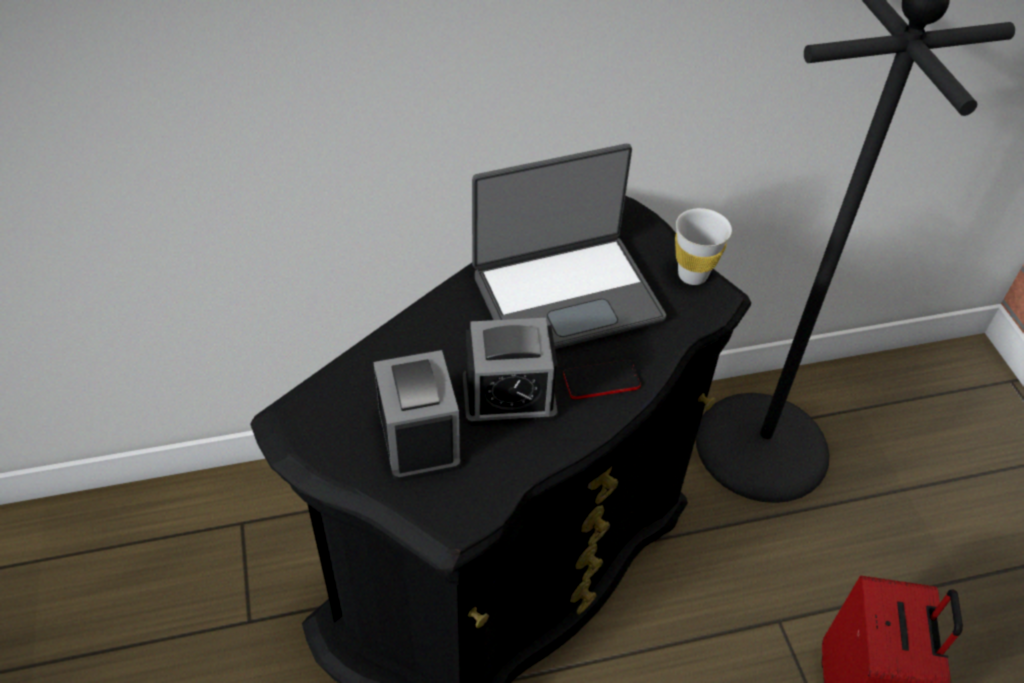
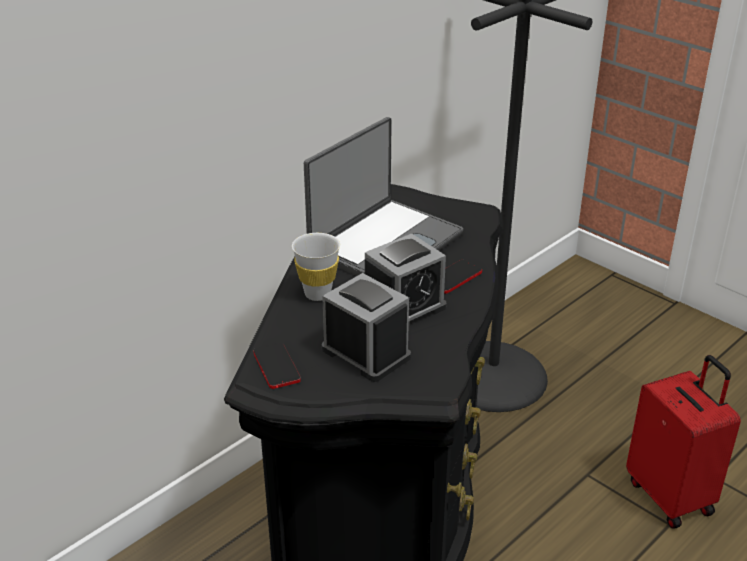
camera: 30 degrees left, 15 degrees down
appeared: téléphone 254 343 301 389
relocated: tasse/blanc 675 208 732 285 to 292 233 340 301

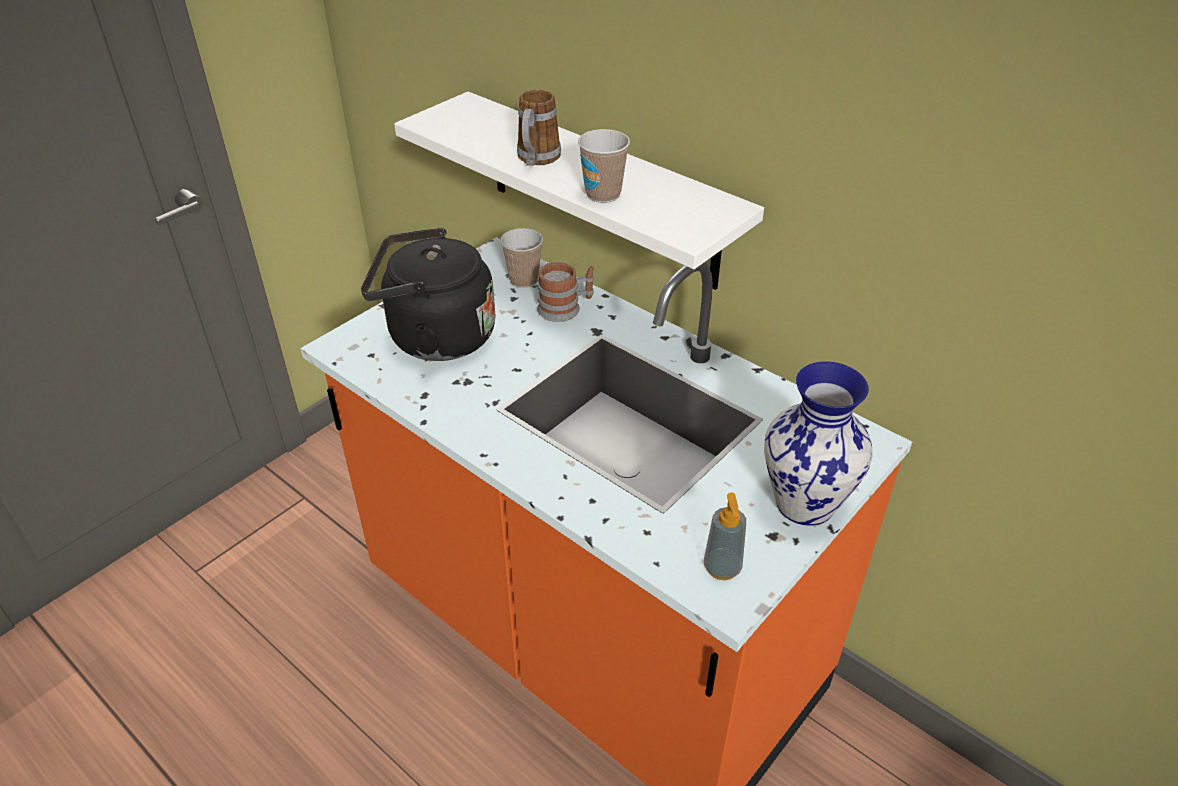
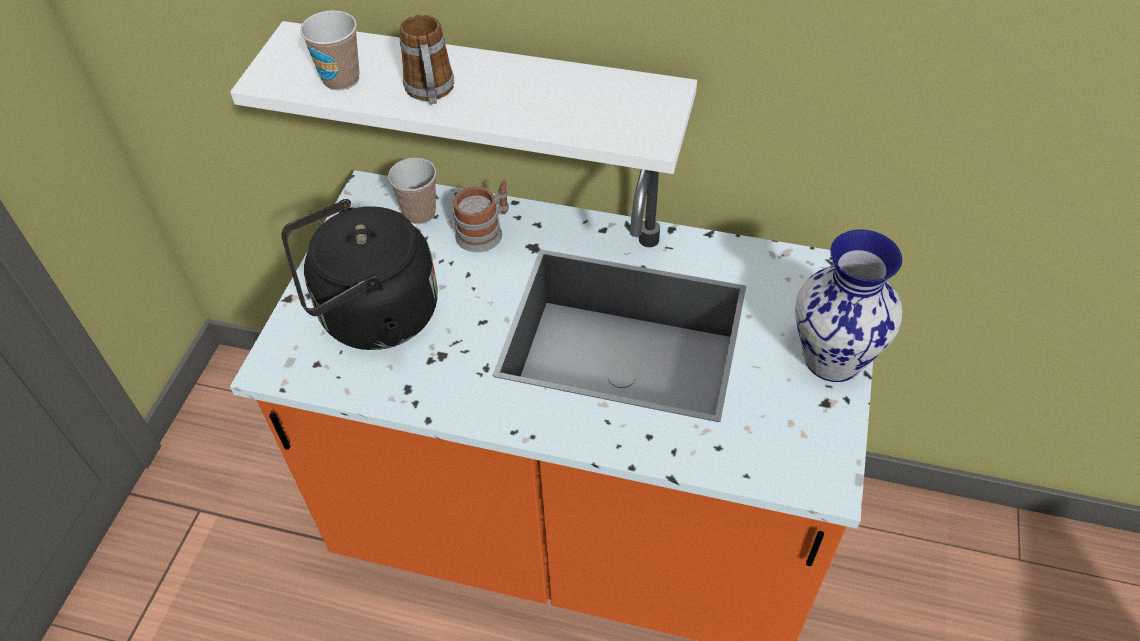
camera: 25 degrees left, 10 degrees up
missing: distributeur de savon 704 493 746 580
relocated: tasse 578 129 630 203 to 300 10 359 90

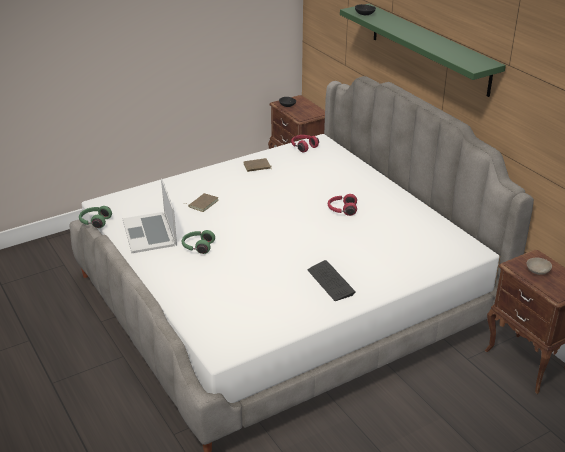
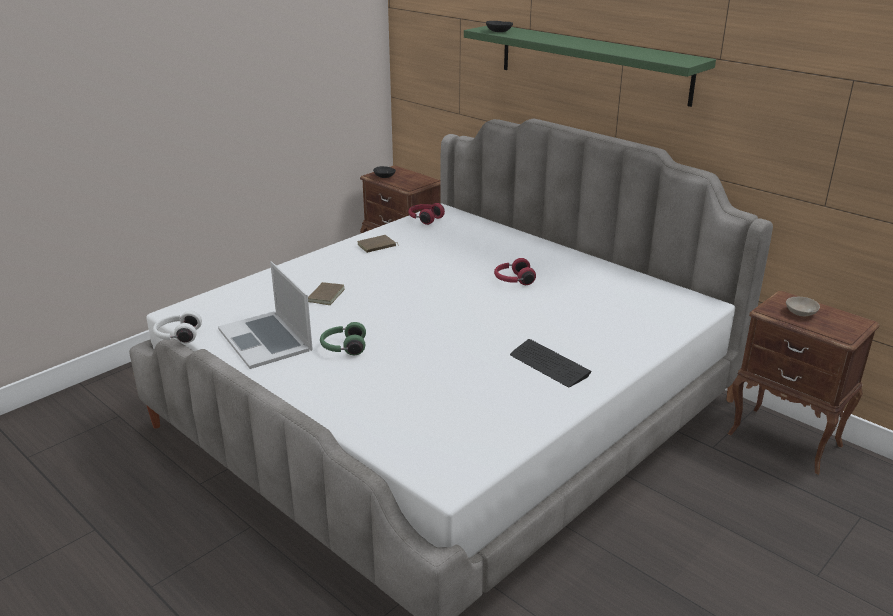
camera: 15 degrees left, 5 degrees down
colour: casque audio/vert 79 206 112 228 to casque audio/blanc 153 311 202 343

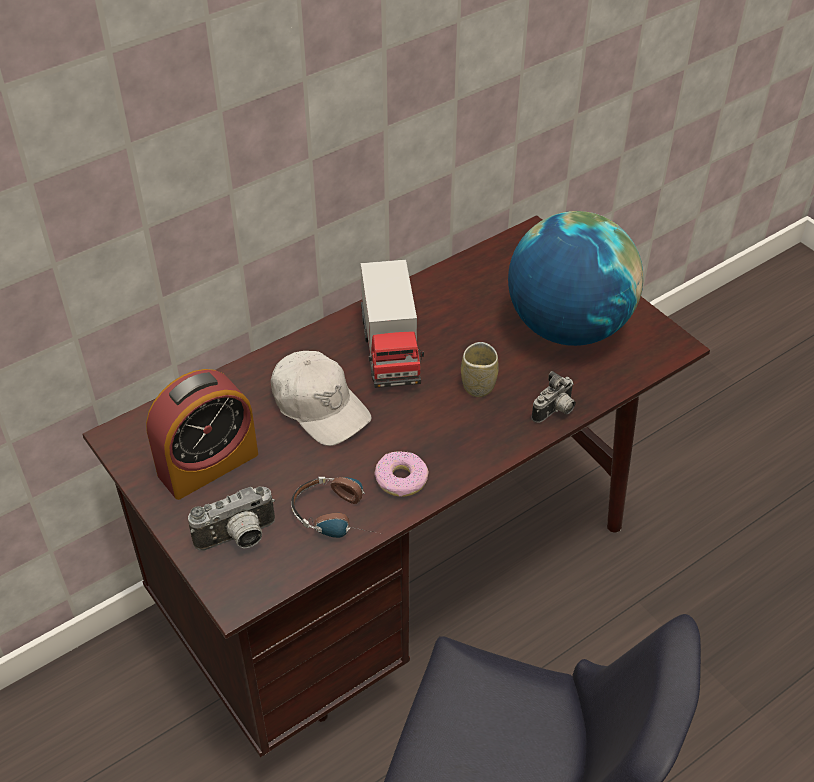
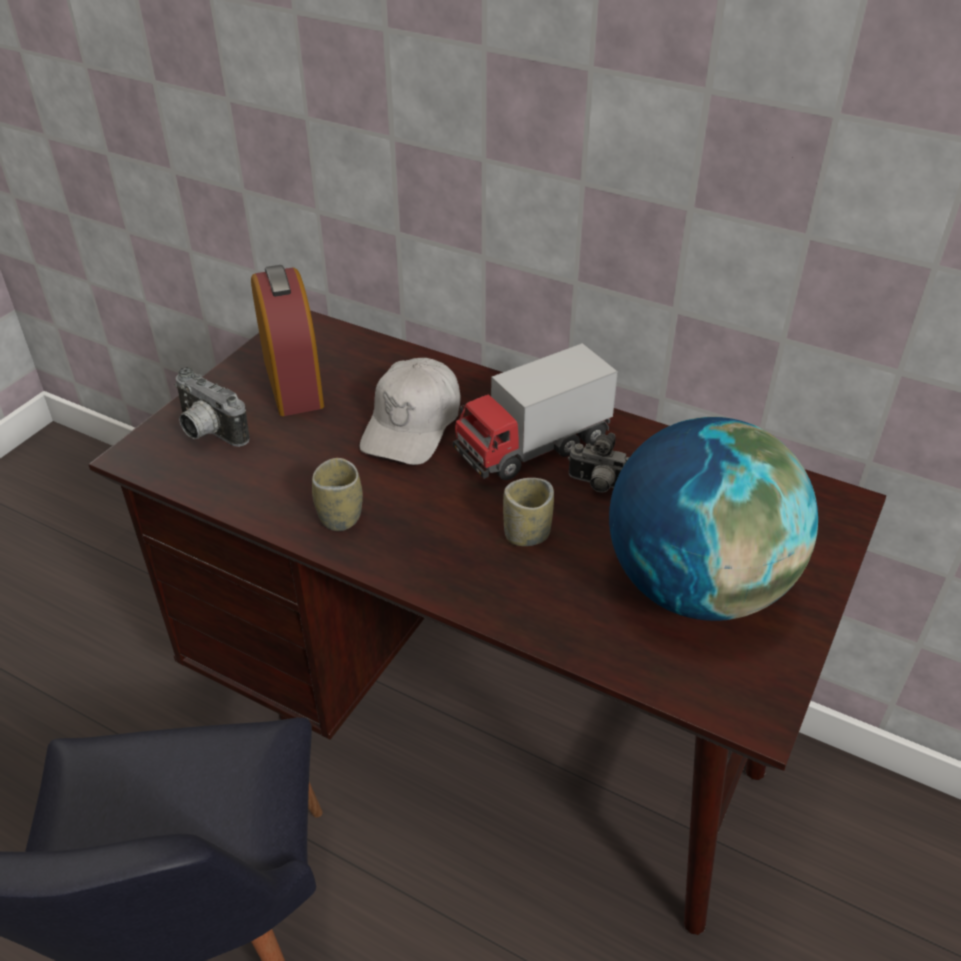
camera: 65 degrees right, 5 degrees down
missing: casque audio 291 477 382 538
relocated: appareil photo 532 371 576 423 to 568 433 629 493
exchanged: beignet 374 451 429 497 to tasse 312 458 363 531
spun: réveil 146 369 258 500 = 251 265 324 416 135 degrees counterclockwise

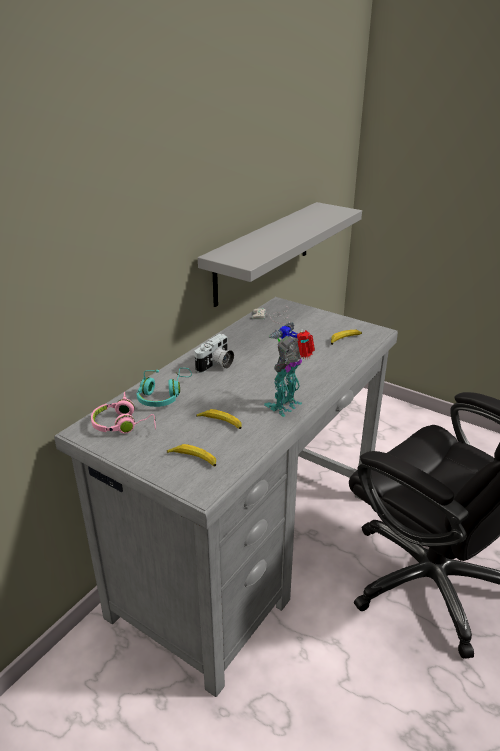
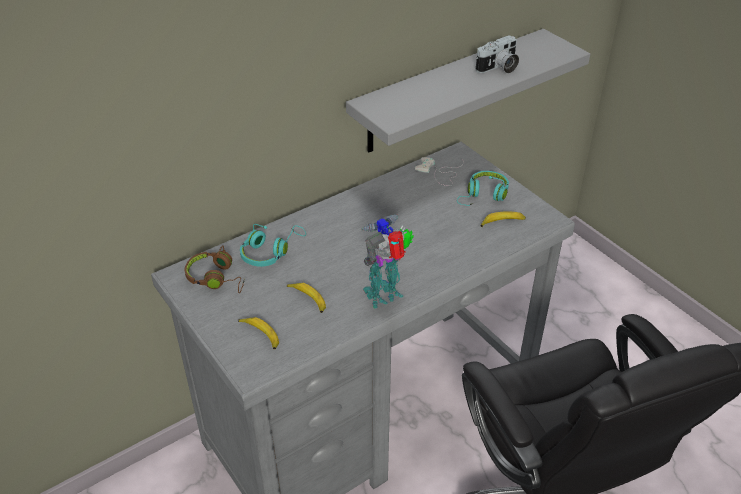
camera: 20 degrees right, 10 degrees up
appeared: casque audio/turquoise 457 171 509 206
relocated: appareil photo 195 334 234 373 to 476 35 519 73
colour: casque audio/rose 91 392 156 434 to casque audio/marron 185 245 245 293

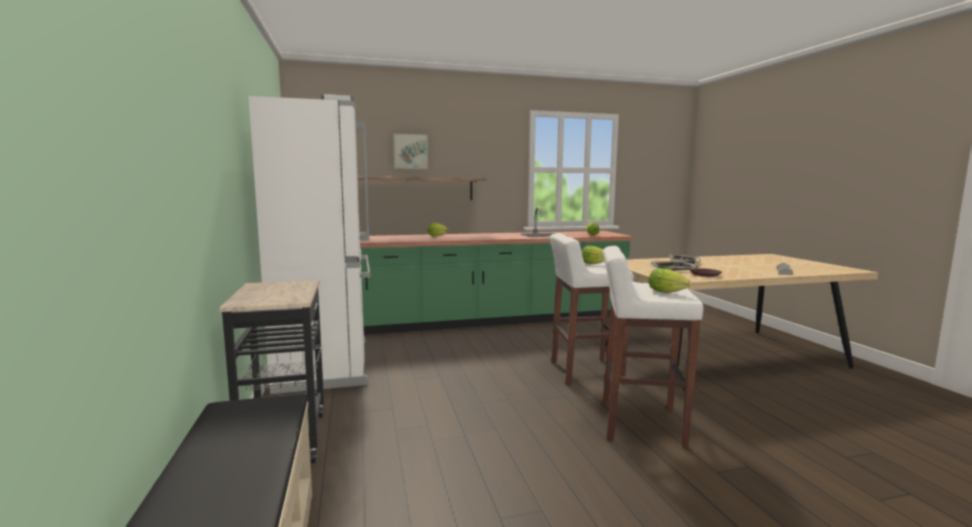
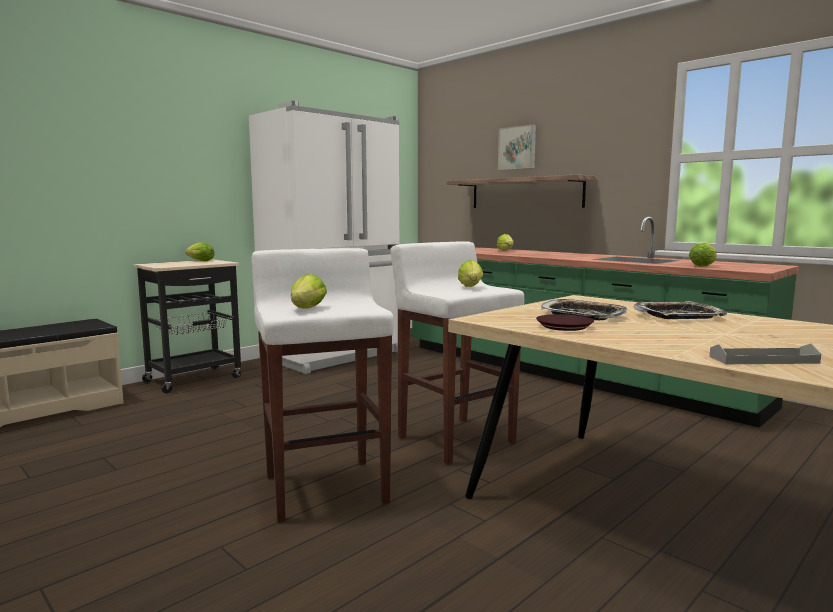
camera: 60 degrees right, 0 degrees up
appeared: laitue 185 242 214 261

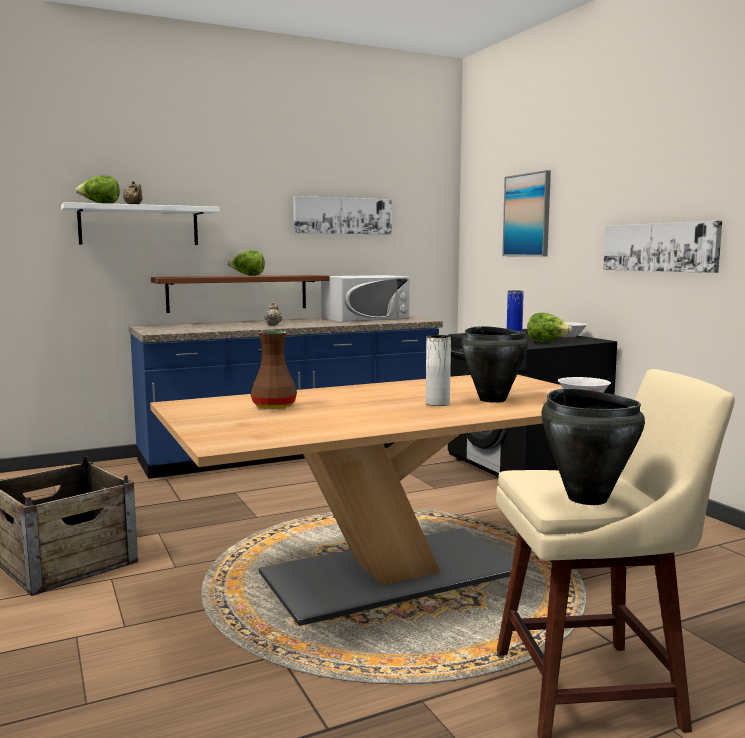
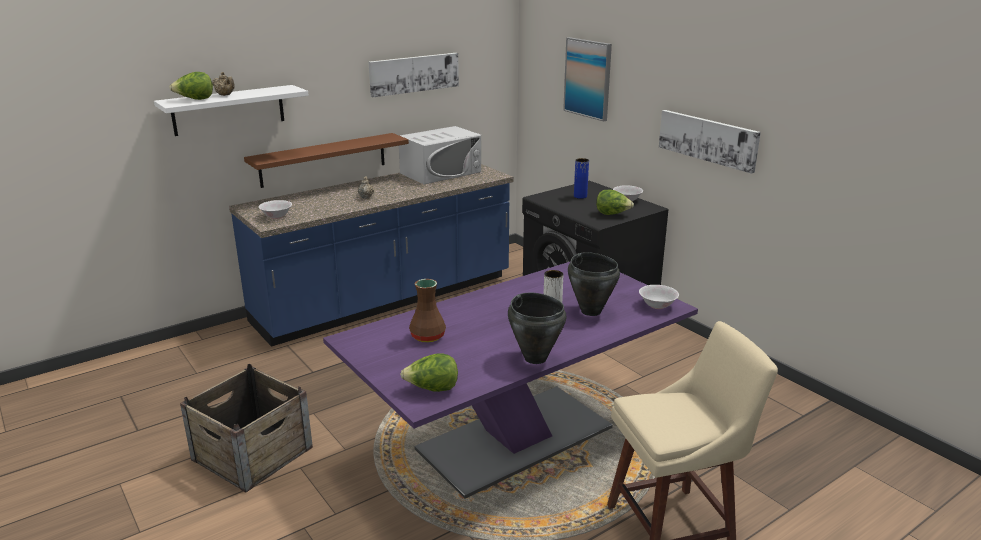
camera: 10 degrees left, 15 degrees up
appeared: bol/blanc 259 200 292 219
relocated: laitue 228 250 265 276 to 400 353 458 392; marmite/noir 541 389 645 505 to 508 293 566 364
colour: table à manger/beige 150 375 563 626 to table à manger/violet 323 261 698 499

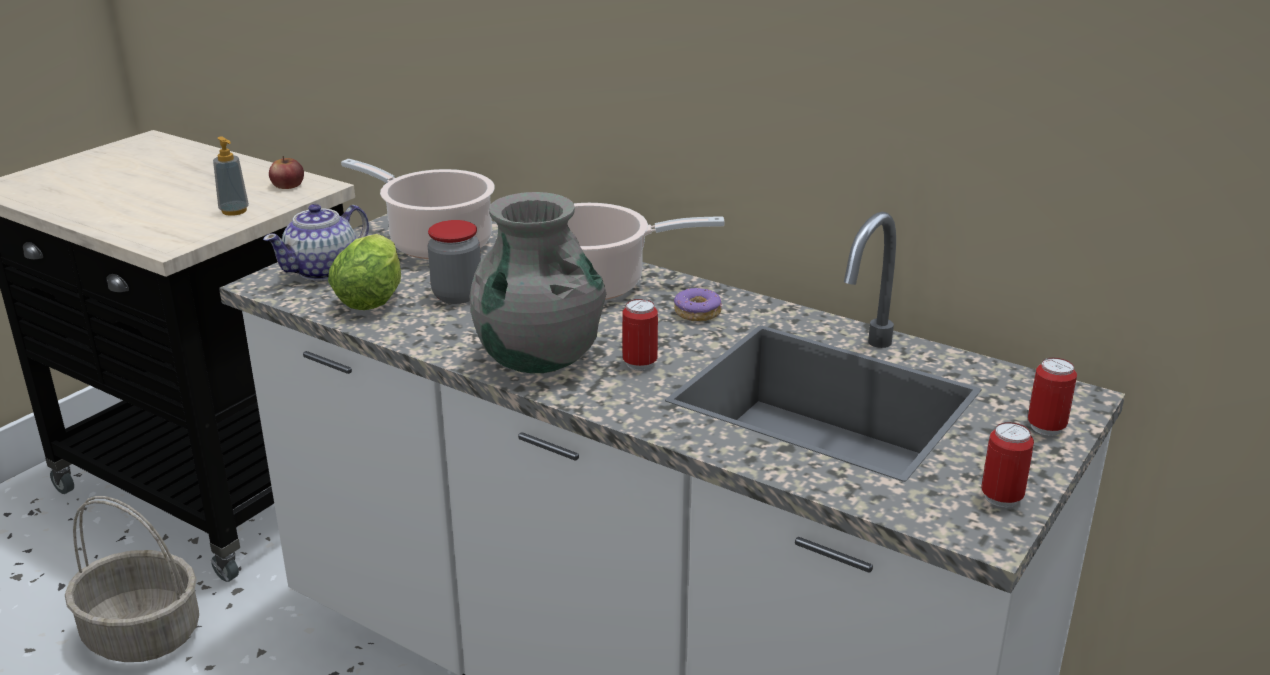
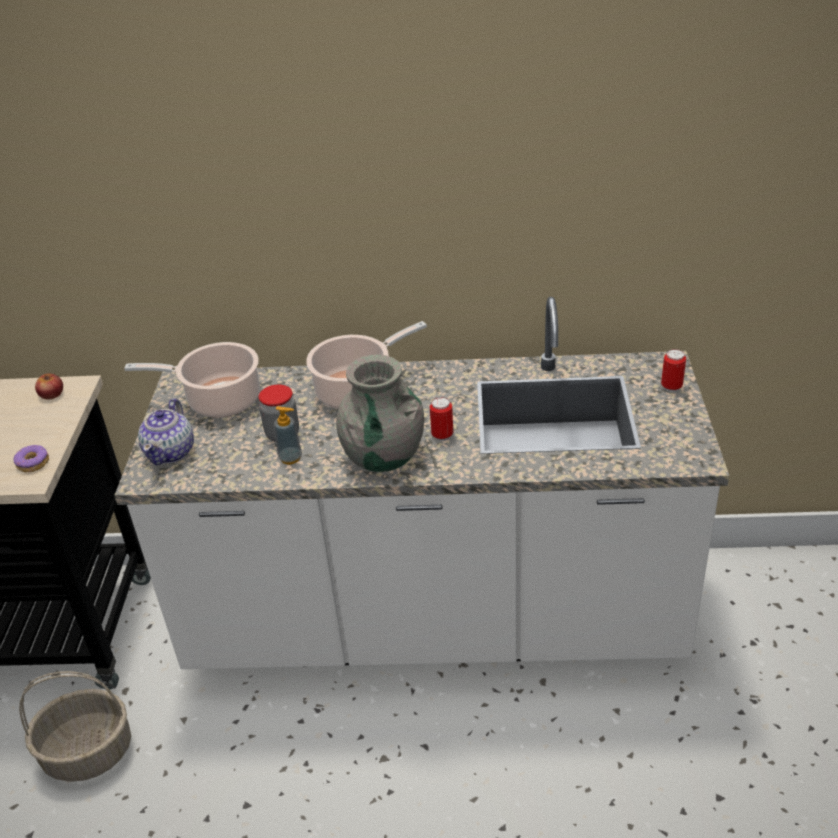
camera: 30 degrees left, 10 degrees up
missing: laitue 328 234 401 310; boîte métallique 981 422 1034 508
relocated: distributeur de savon 213 137 249 216 to 274 406 302 464; beignet 674 287 722 321 to 13 445 49 472

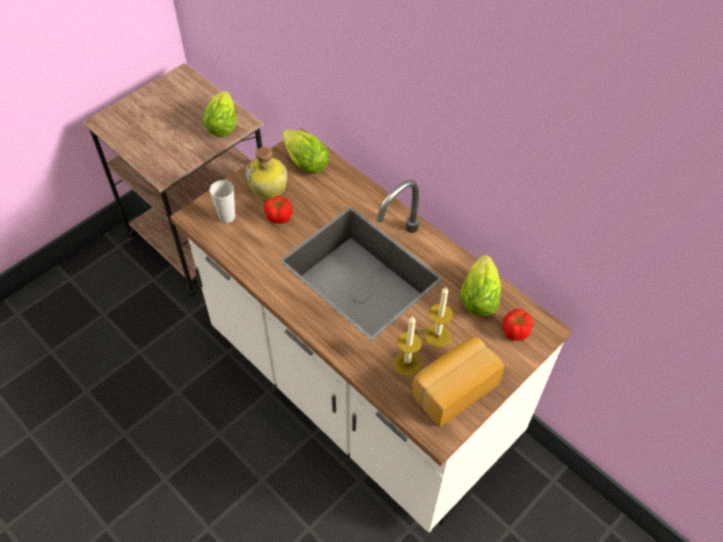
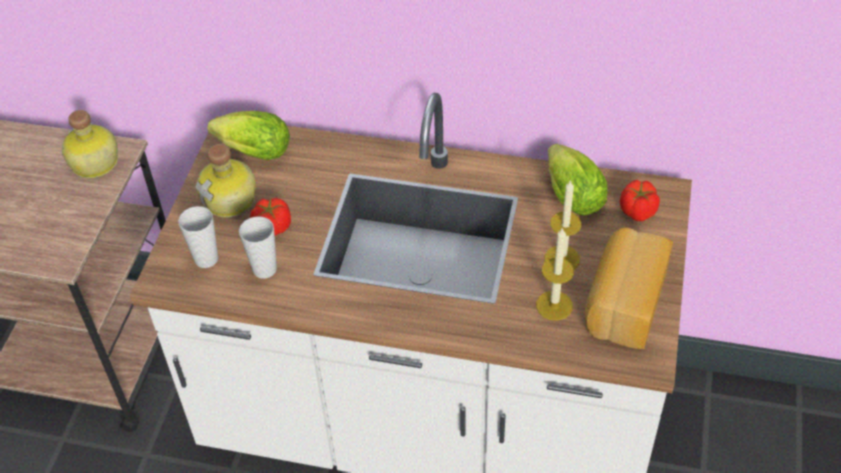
camera: 30 degrees left, 5 degrees down
appeared: tasse 239 216 277 279
exchanged: laitue 202 90 237 137 to bouteille 62 110 118 178

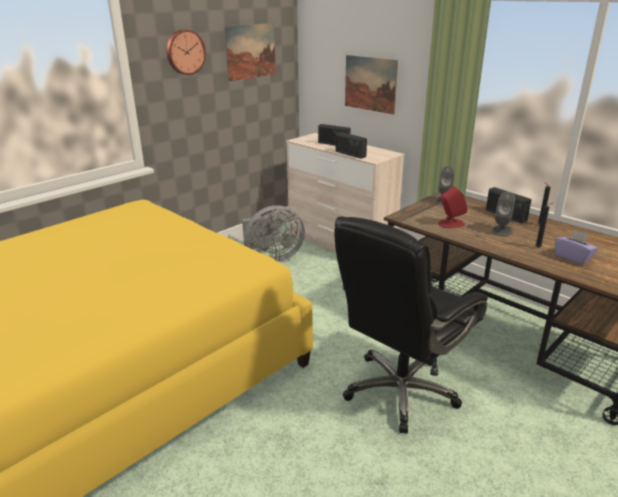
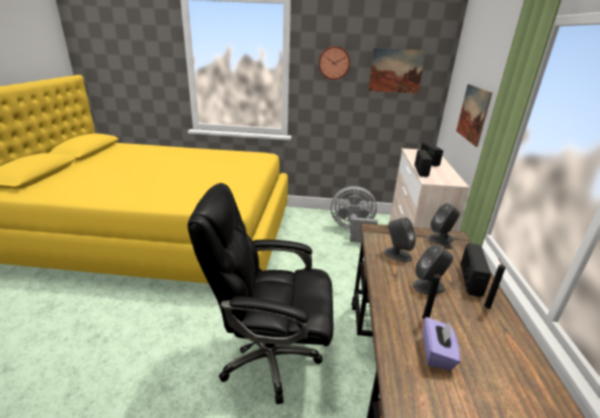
camera: 50 degrees right, 0 degrees up
colour: enceinte/rouge 438 186 467 228 to enceinte/gris 384 217 416 262
spun: ventilateur/gris 242 205 305 262 = 331 186 378 243 150 degrees clockwise

